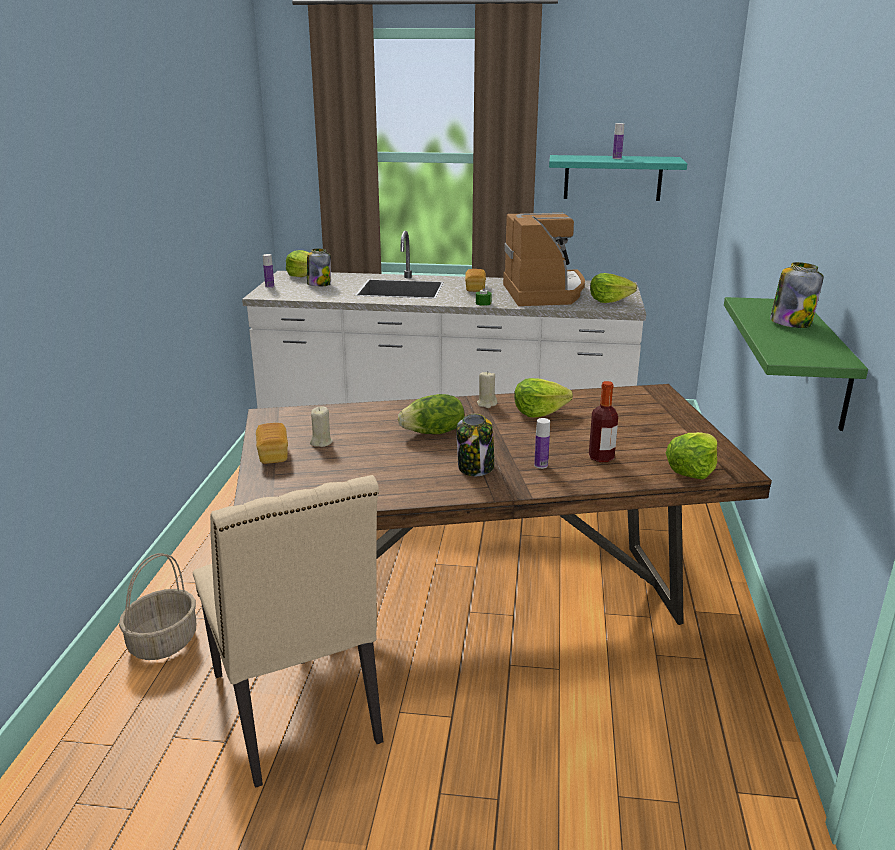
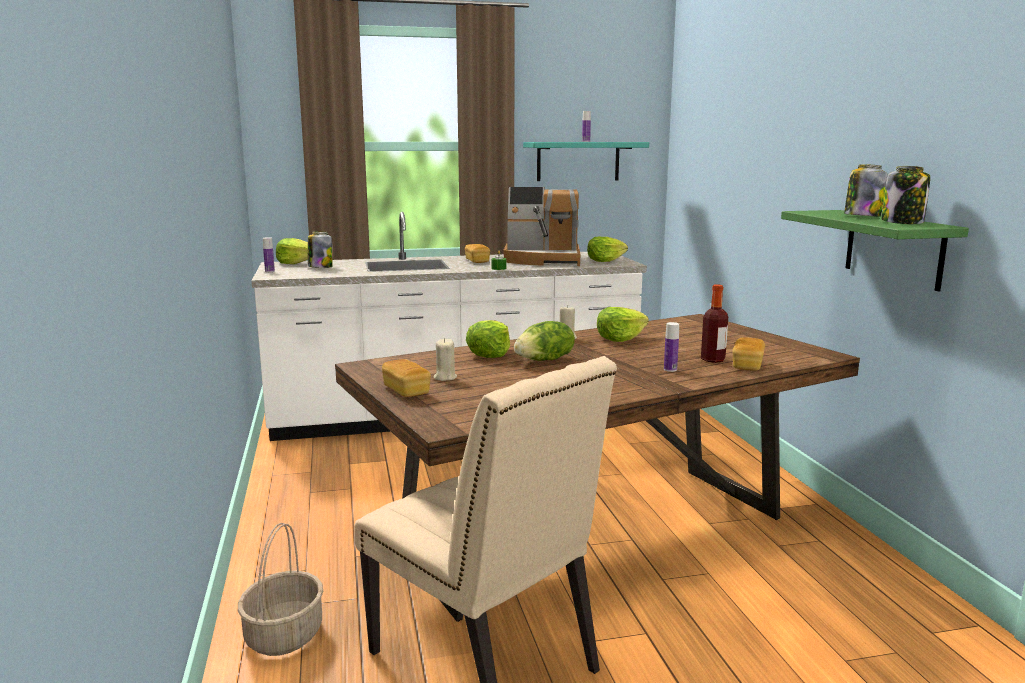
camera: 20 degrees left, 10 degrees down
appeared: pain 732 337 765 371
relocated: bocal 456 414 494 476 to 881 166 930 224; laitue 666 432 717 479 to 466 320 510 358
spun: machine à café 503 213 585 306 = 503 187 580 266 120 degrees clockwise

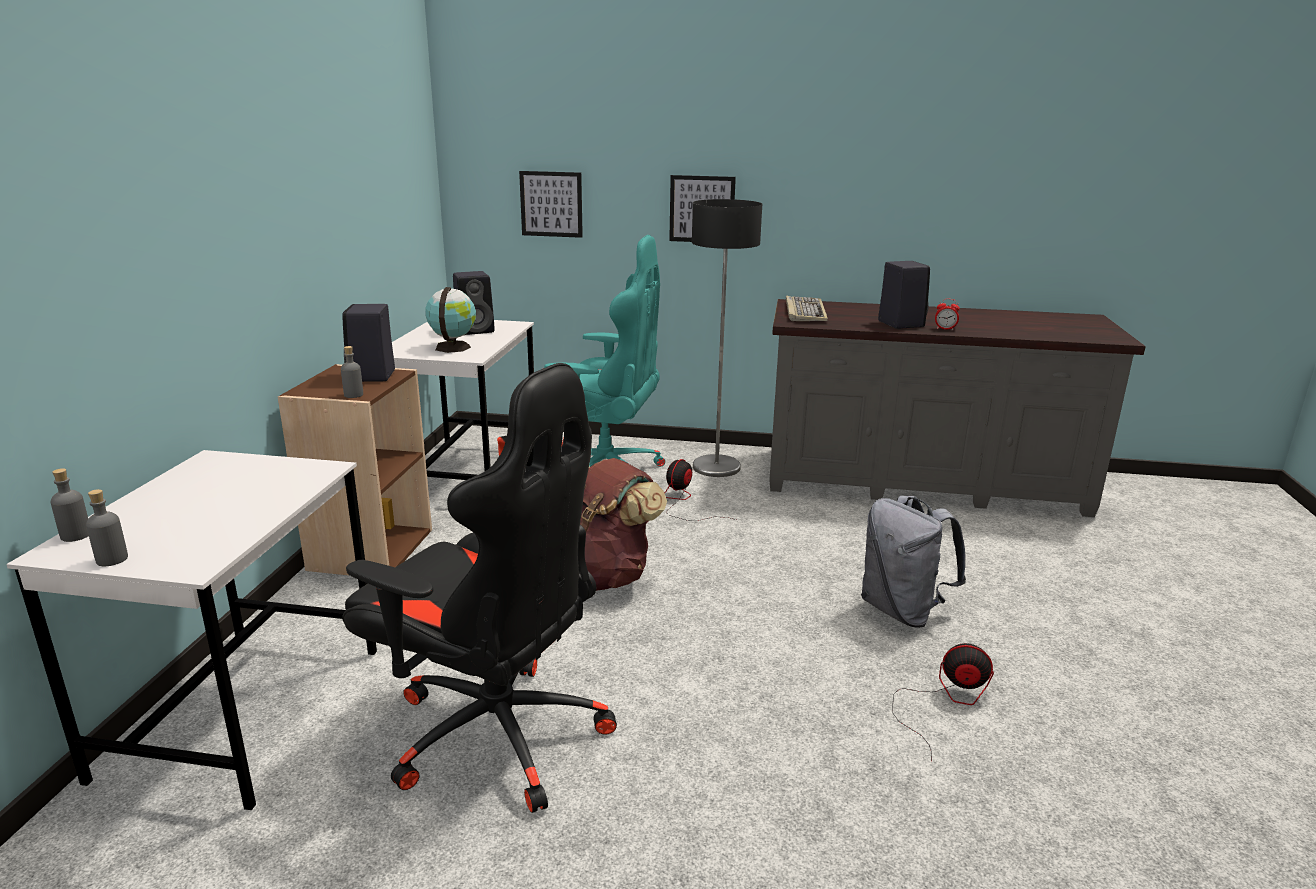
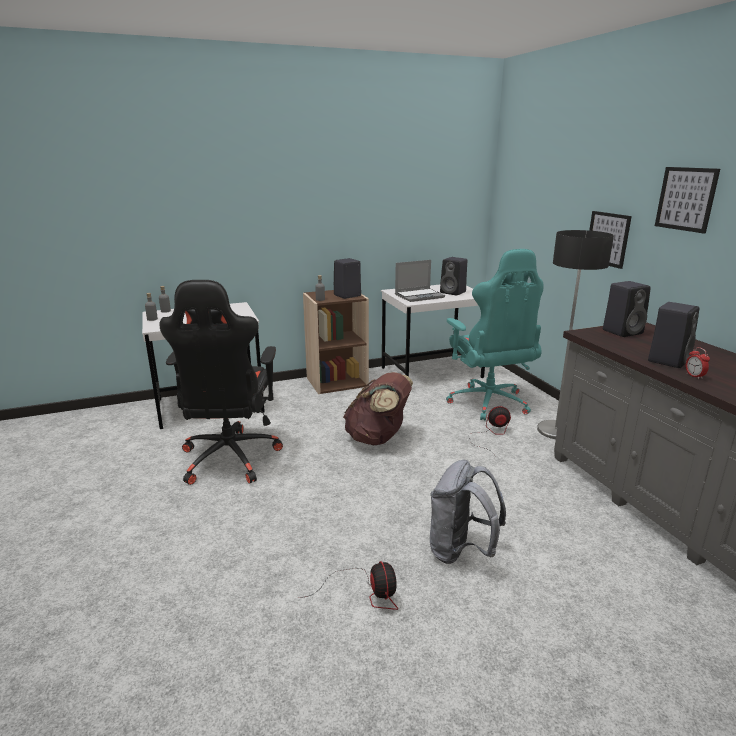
camera: 60 degrees right, 0 degrees up
relocated: tableau 519 171 583 238 to 655 167 720 234
exchanged: globe 425 287 476 353 to ordinateur portable 395 260 445 302; clavier 786 296 828 321 to enceinte/noir 603 281 650 337

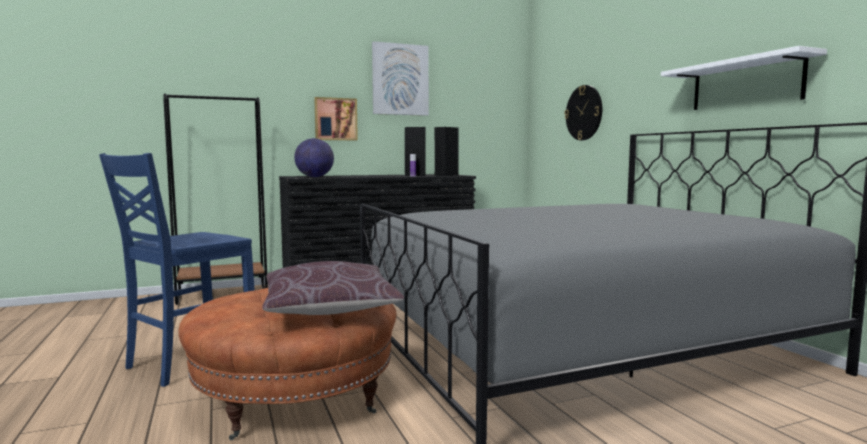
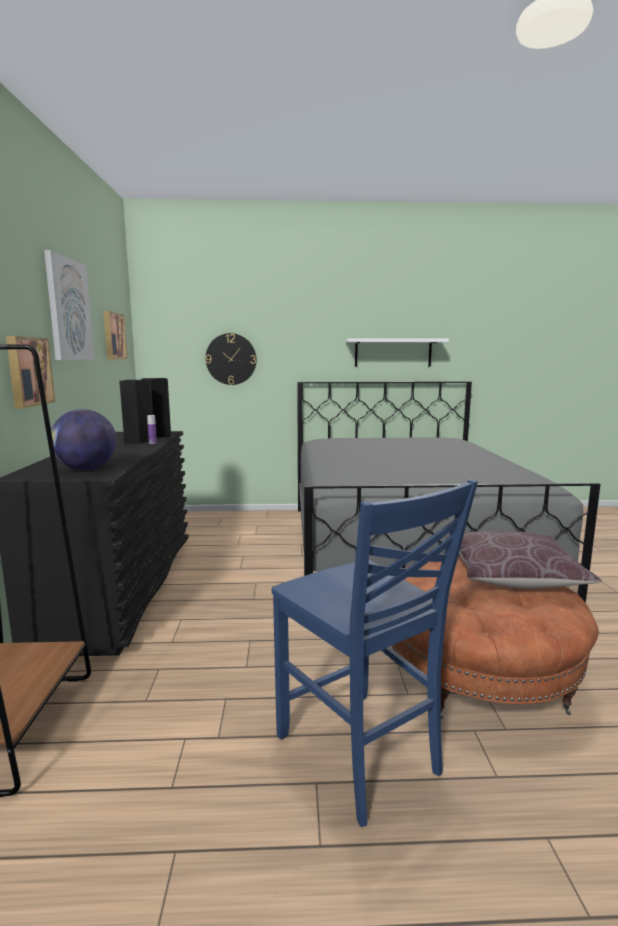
camera: 70 degrees left, 5 degrees up
appeared: tableau 103 311 128 359

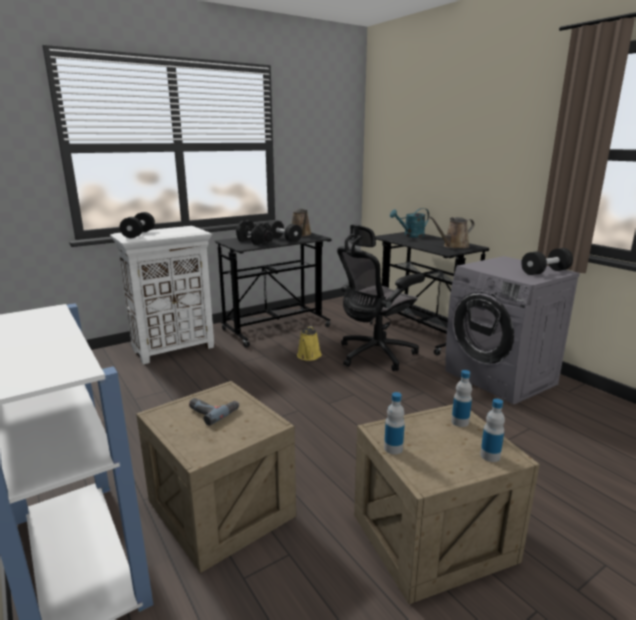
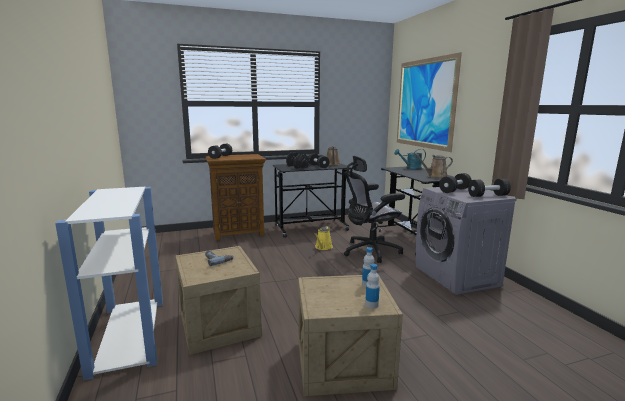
camera: 15 degrees right, 5 degrees down
missing: bouteille 384 392 405 454
appeared: tableau 397 52 462 152; haltère/noir 439 173 471 193
colour: meuble de rangement/blanc 110 226 214 365 to meuble de rangement/marron 205 154 266 241

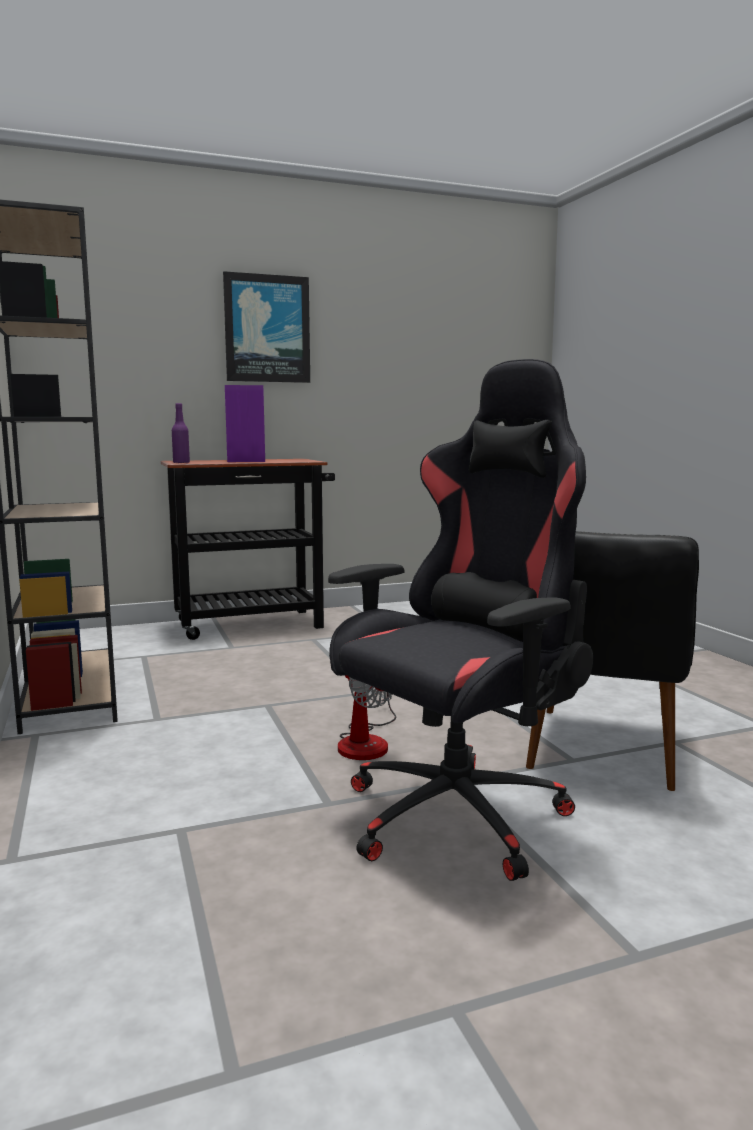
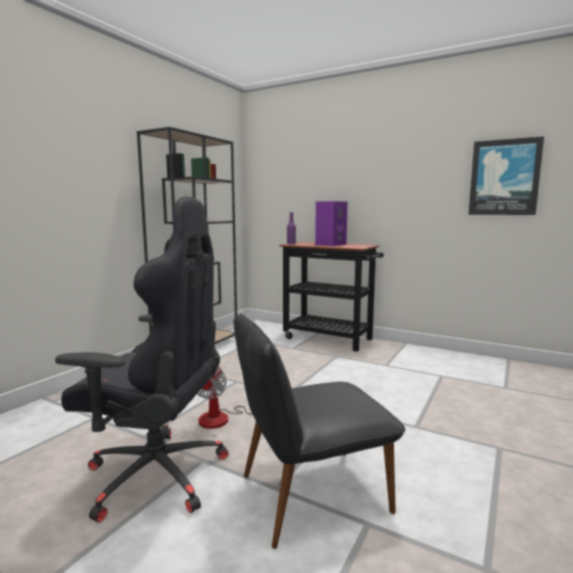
camera: 50 degrees right, 0 degrees up
relocated: tableau 223 271 310 383 to 468 136 544 215

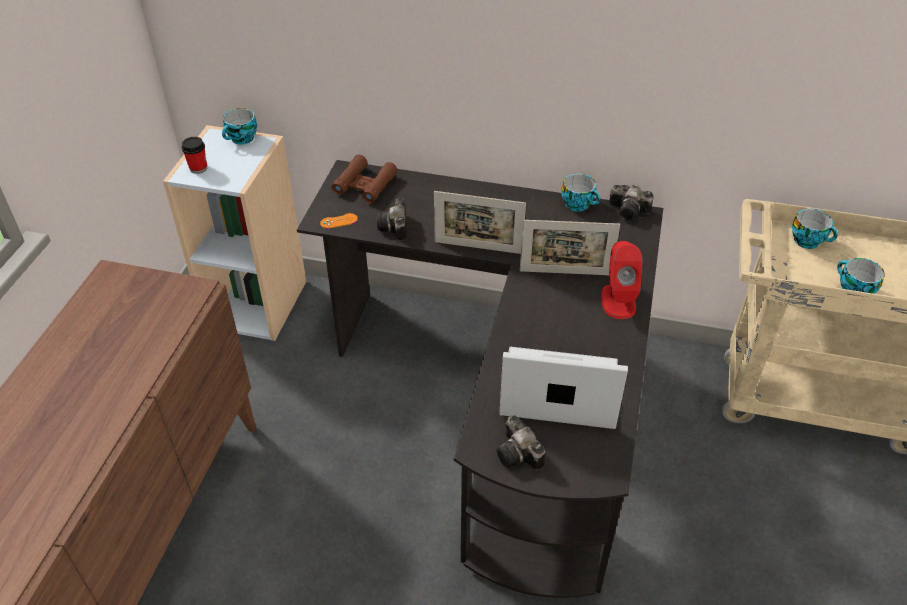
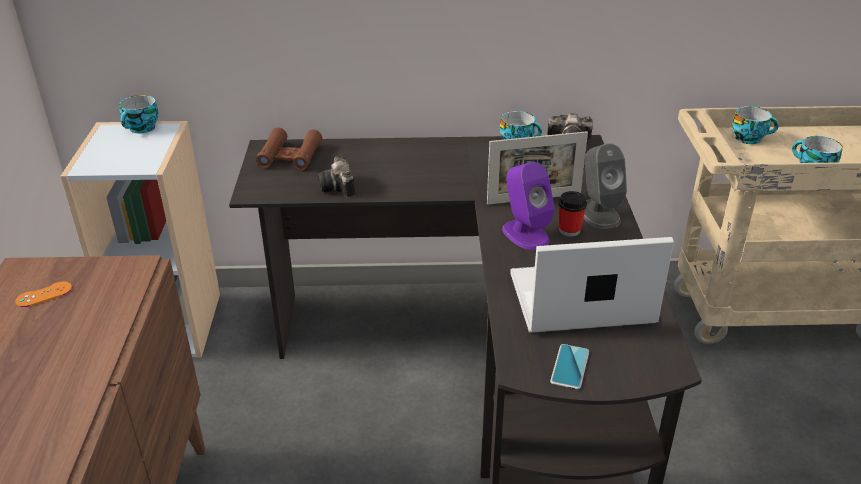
camera: 15 degrees left, 10 degrees down
missing: cadre photo 434 191 526 254
appeared: enceinte/violet 502 162 555 250
relocated: tasse 182 137 207 174 to 558 191 587 237; manette/orange 320 213 358 229 to 15 281 72 307
exchanged: appareil photo 496 415 546 470 to téléphone 550 344 589 389
colour: enceinte/rouge 601 241 643 319 to enceinte/gris 584 143 627 229

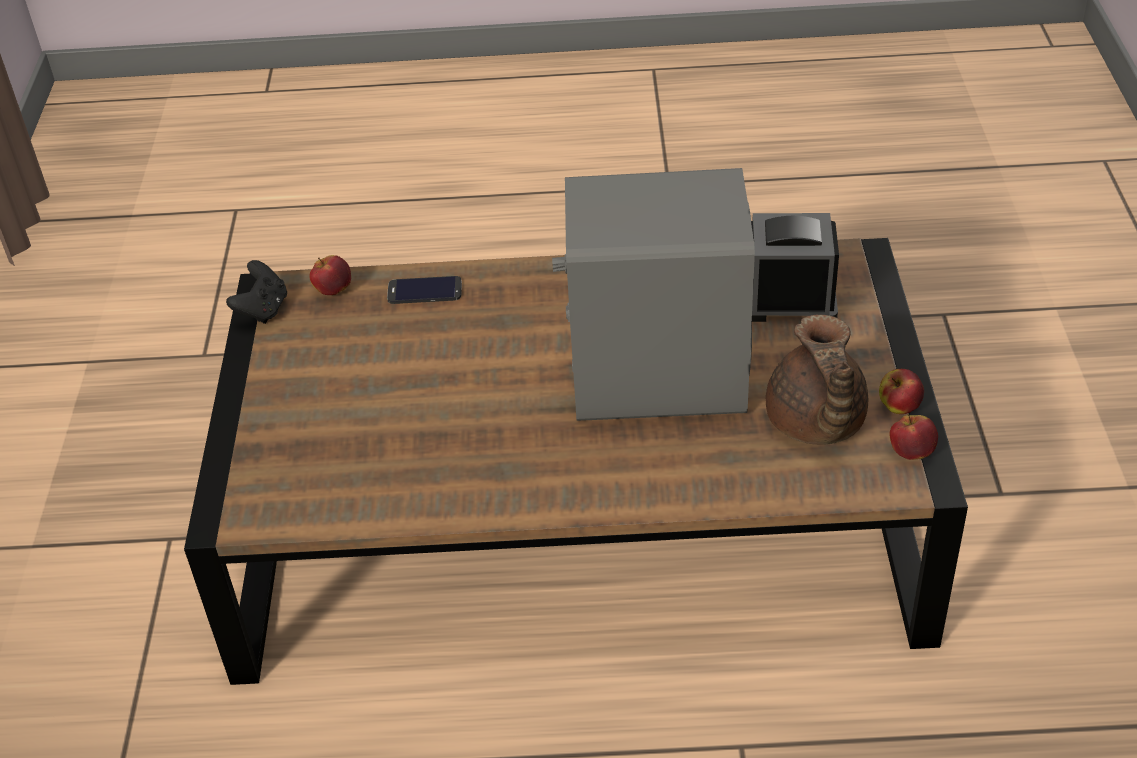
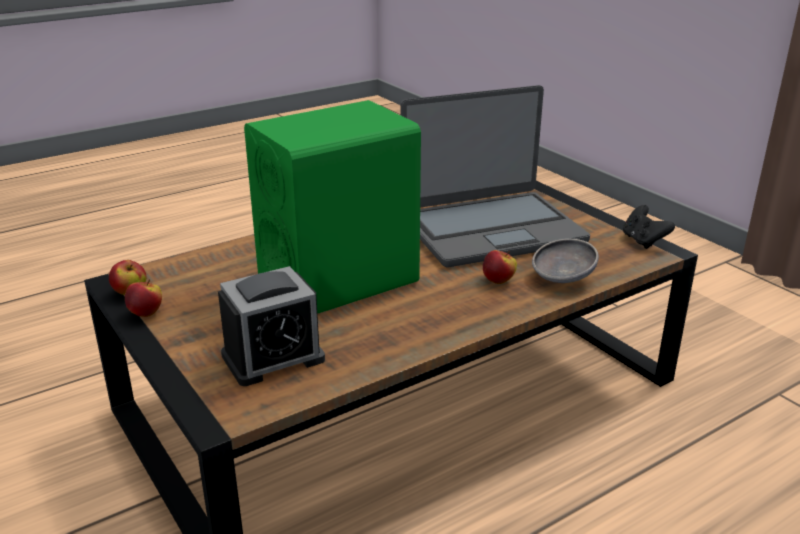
camera: 145 degrees right, 15 degrees down
missing: théière/marron 766 315 868 445
appeared: ordinateur portable 401 85 590 267
relocated: pomme 309 255 351 295 to 483 250 517 284
exchanged: téléphone 387 276 462 304 to bol/gris 532 239 599 283
colour: enceinte/gris 552 168 755 421 to enceinte/vert 244 100 421 314

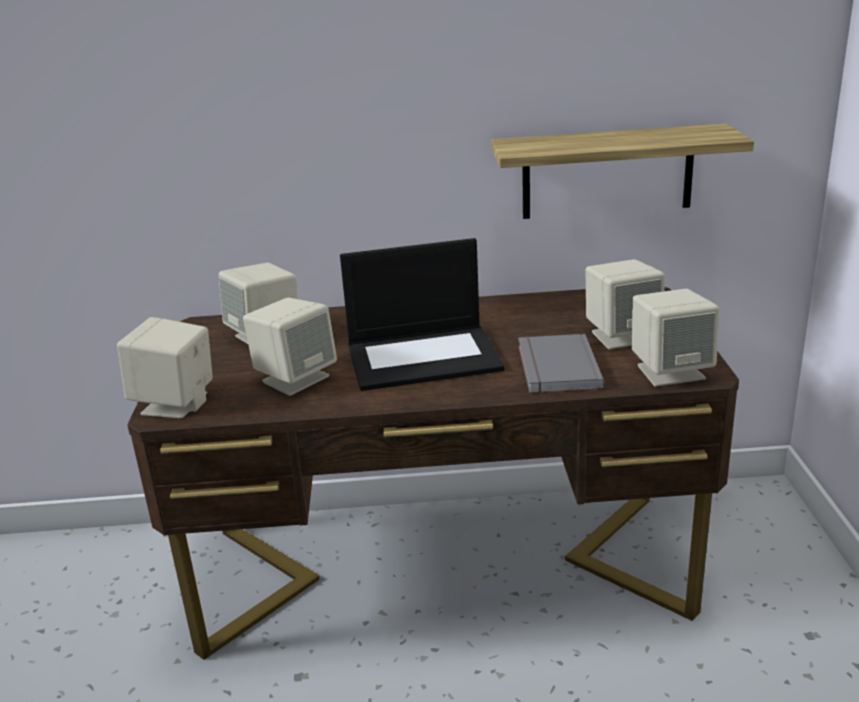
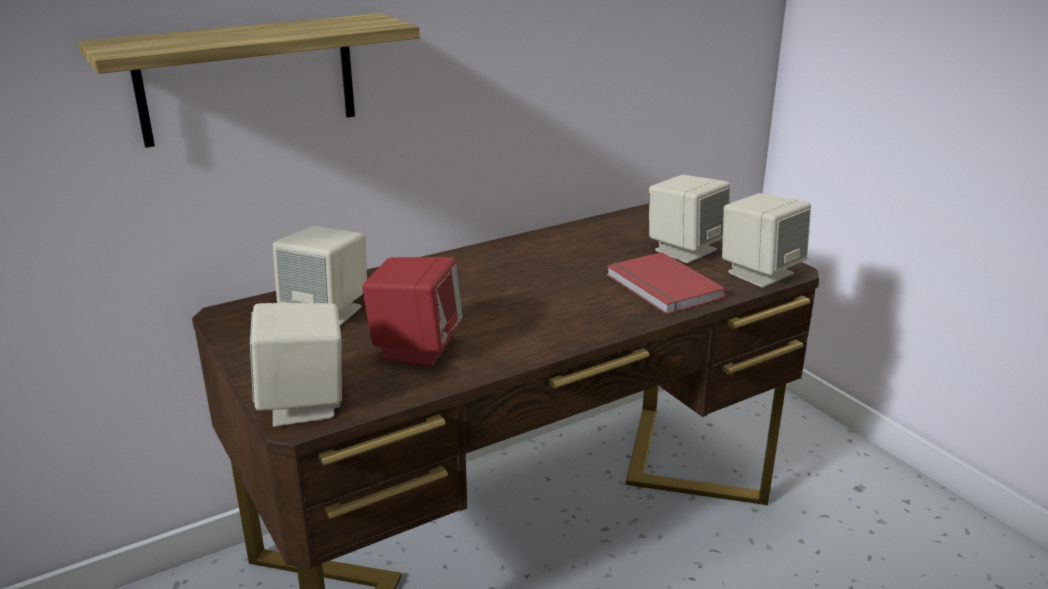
camera: 30 degrees left, 0 degrees up
missing: ordinateur portable 340 238 505 391
relocated: étagère 491 124 754 219 to 78 13 420 148
colour: enceinte/beige 243 298 337 396 to enceinte/rouge 362 257 463 367; livre/gris 518 334 604 393 to livre/rouge 606 252 726 314

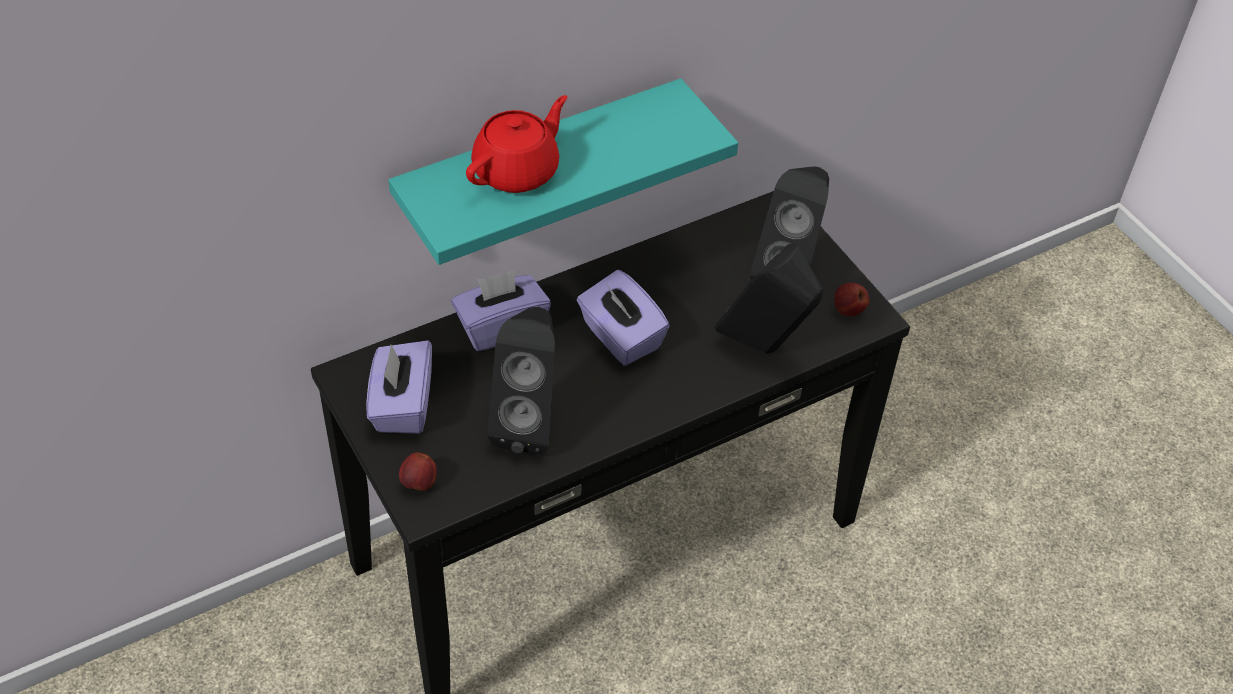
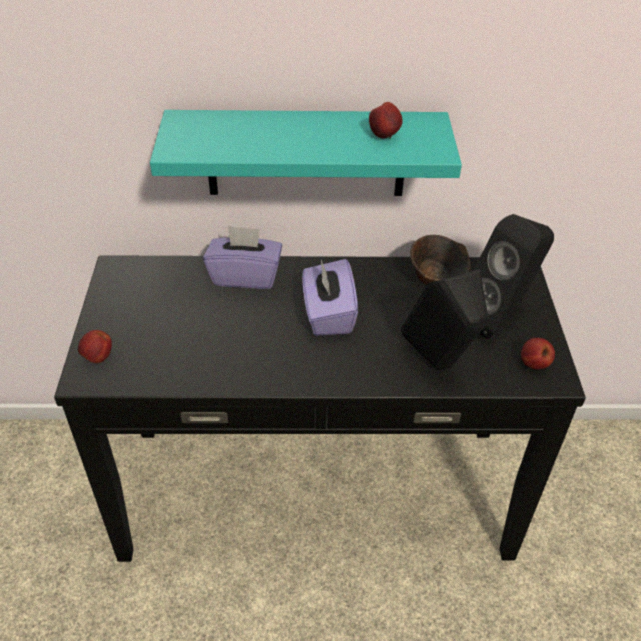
camera: 30 degrees right, 5 degrees down
missing: théière/rouge 466 95 567 193; enceinte/noir 487 307 555 454; boîte à mouchoirs/violet 366 341 432 434
appeared: pomme 369 102 403 139; bol/marron 410 235 471 285

